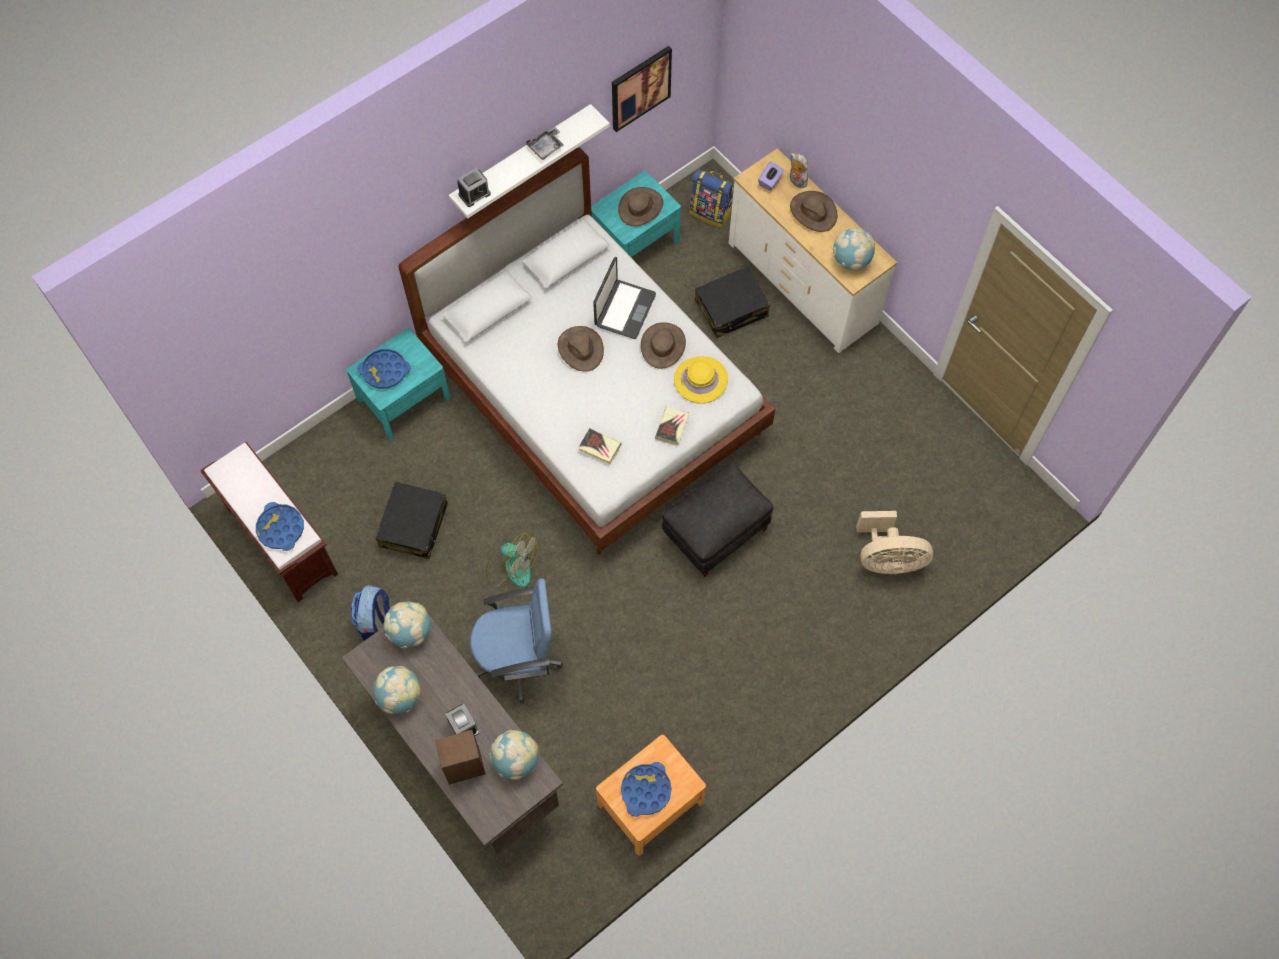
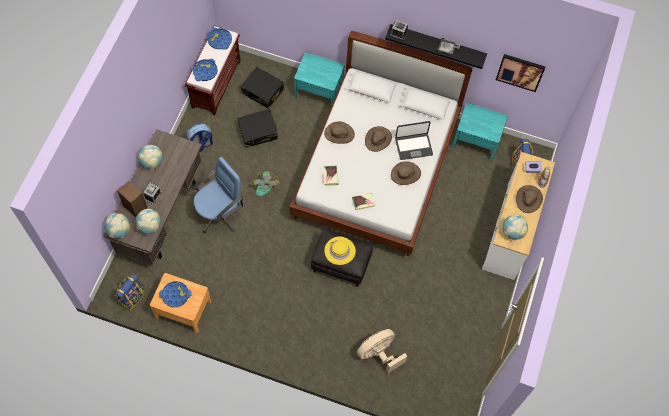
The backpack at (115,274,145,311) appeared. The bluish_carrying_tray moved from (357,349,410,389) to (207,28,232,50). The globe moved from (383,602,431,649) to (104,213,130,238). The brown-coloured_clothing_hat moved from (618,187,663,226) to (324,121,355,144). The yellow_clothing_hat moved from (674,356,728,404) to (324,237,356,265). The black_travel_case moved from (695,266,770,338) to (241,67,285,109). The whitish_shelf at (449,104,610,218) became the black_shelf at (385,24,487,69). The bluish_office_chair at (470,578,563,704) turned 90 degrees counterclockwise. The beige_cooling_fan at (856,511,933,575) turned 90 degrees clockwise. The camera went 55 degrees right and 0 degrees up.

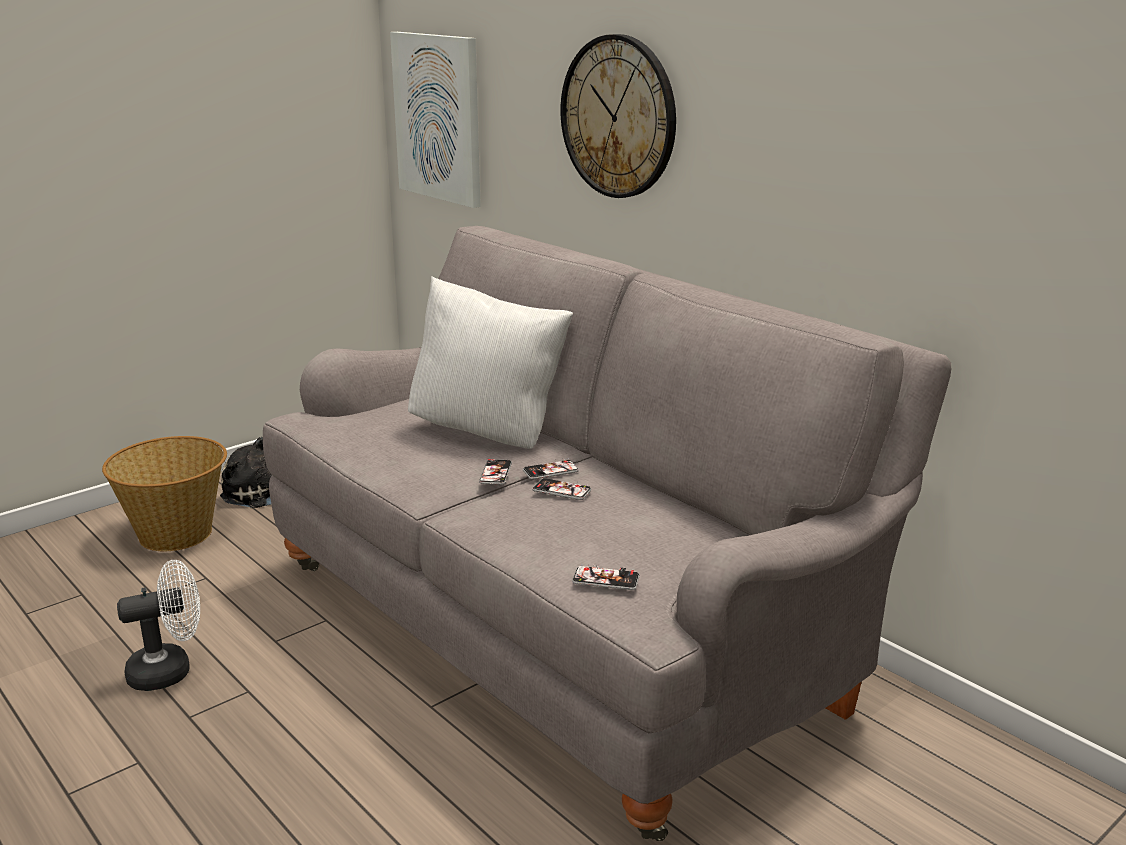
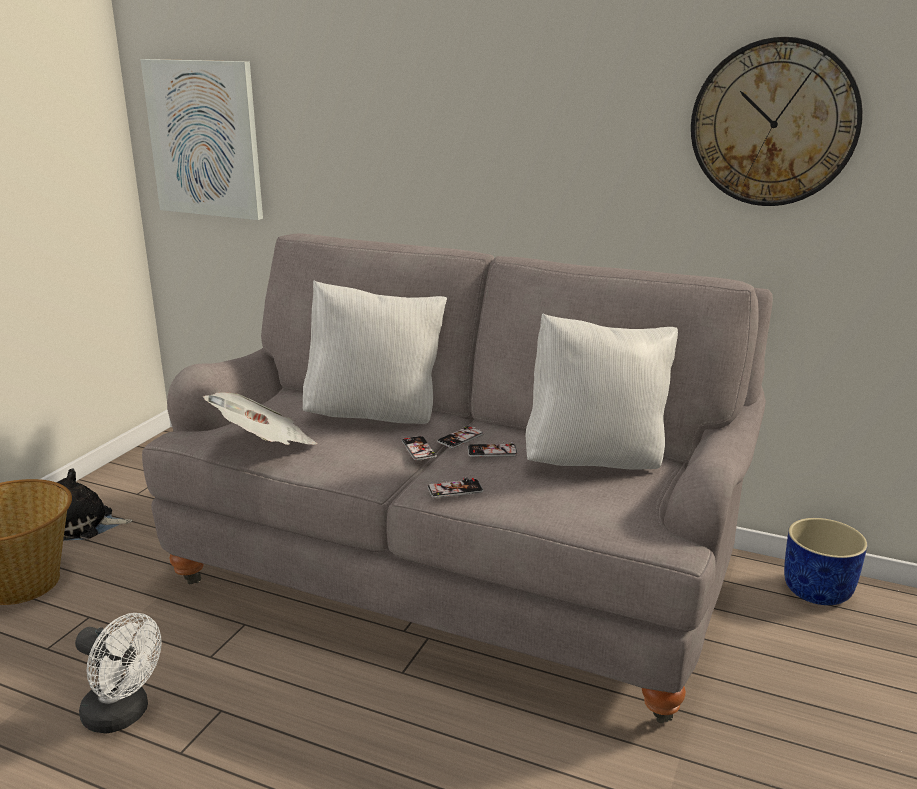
The daily_paper at (203,392,317,445) appeared. The whitish_pillow at (526,313,678,469) appeared. The bluish_planter at (784,518,868,605) appeared. The clock_on_the_wall moved from (561,34,676,198) to (691,37,863,206). The telephone moved from (572,564,640,590) to (427,477,483,498). The whitish_cooling_fan at (117,560,200,691) turned 75 degrees clockwise. The camera went 25 degrees left and 0 degrees up.

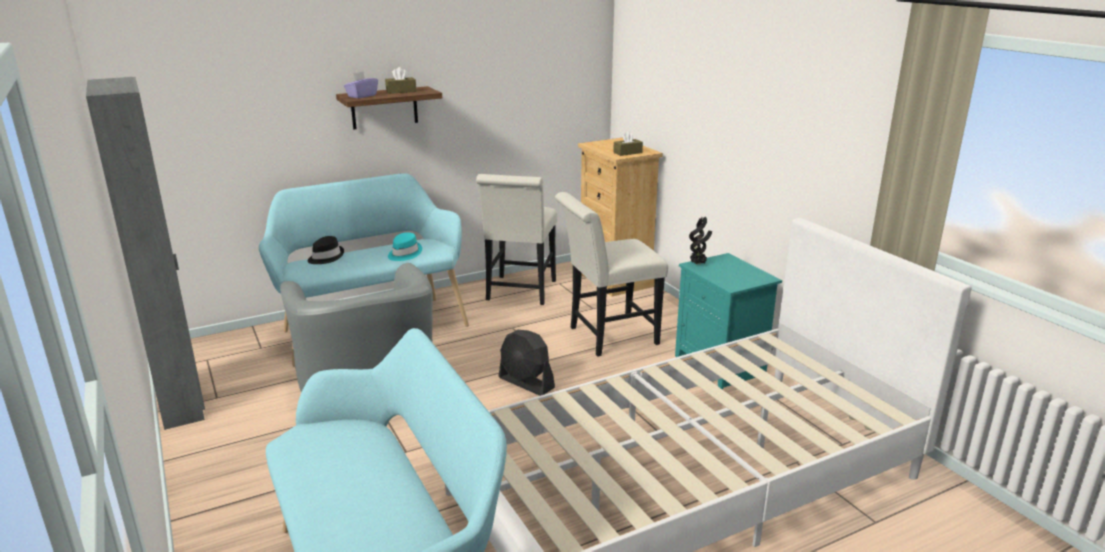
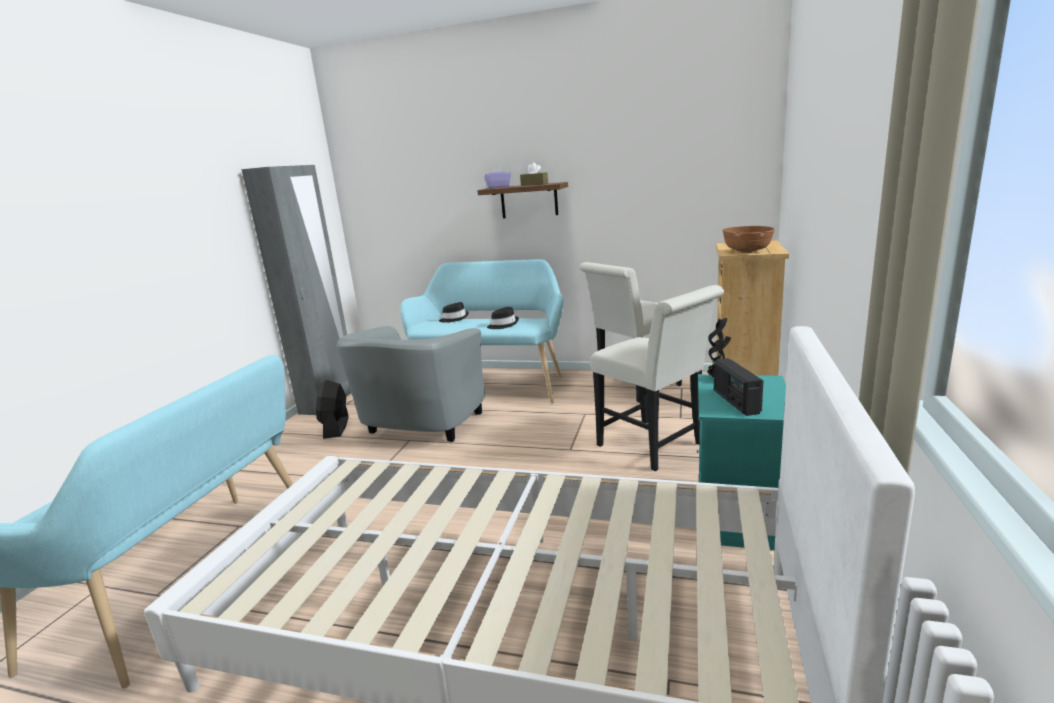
The radio at (714,358,763,416) appeared. The black_cooling_fan moved from (498,330,555,396) to (316,380,348,439). The brown-coloured_tissue_box at (613,131,643,156) was replaced by the brown-coloured_serving_bowl at (722,226,775,253). The turquoise-coloured_clothing_hat at (388,232,422,261) became the black_clothing_hat at (487,307,519,329). The whitish_plain_chair at (555,192,668,357) turned 150 degrees counterclockwise. The camera went 45 degrees right and 5 degrees down.

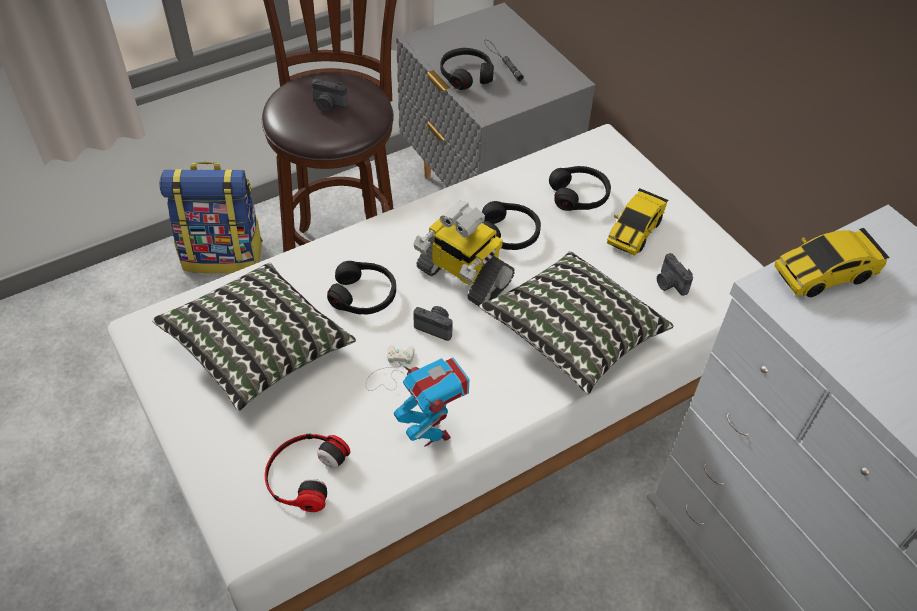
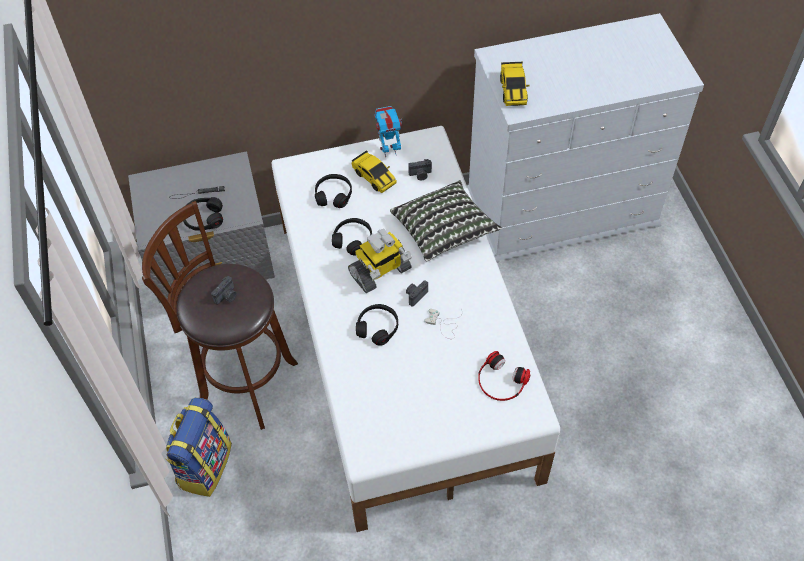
The pillow at (152,262,356,411) disappeared. The model_robot moved from (394,357,470,447) to (374,106,402,157). The camera went 70 degrees left and 5 degrees up.

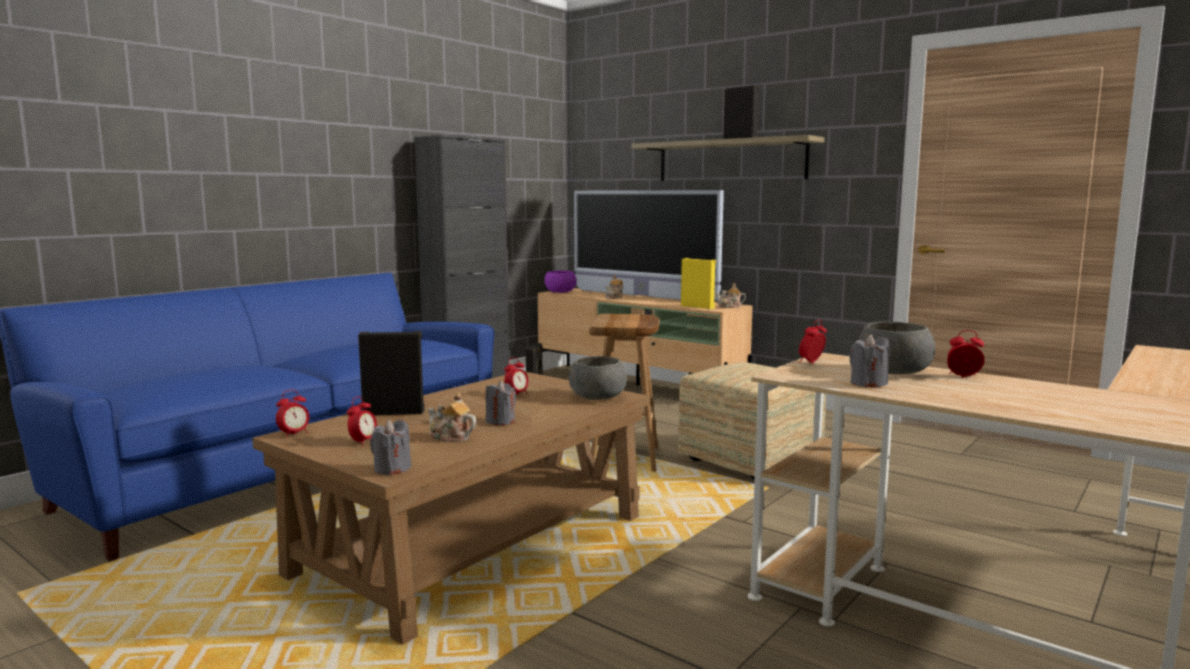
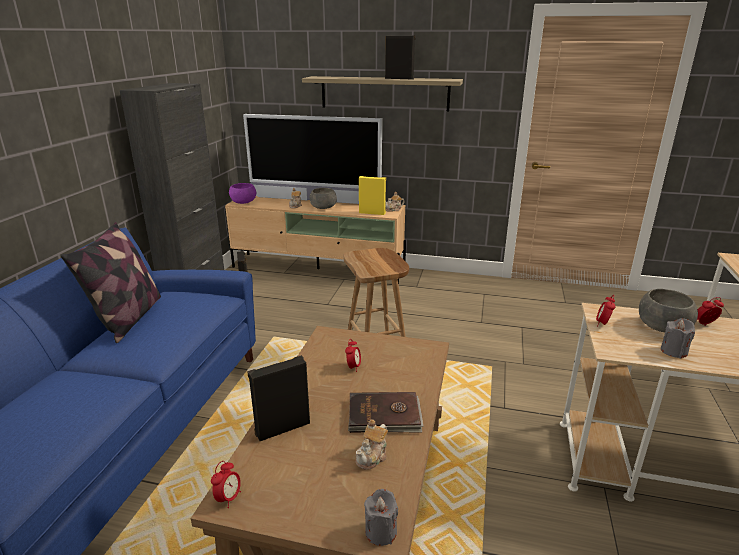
The bedside_clock at (347,396,377,446) disappeared. The pouffe at (678,362,826,480) disappeared. The pillow at (61,222,161,343) appeared. The gray_serving_bowl moved from (569,356,627,400) to (310,188,337,209). The gray_candle at (485,380,516,425) was replaced by the brown-coloured_volume at (348,392,424,433). The pot_for_tea at (427,393,476,442) turned 60 degrees counterclockwise. The camera went 25 degrees left and 15 degrees up.

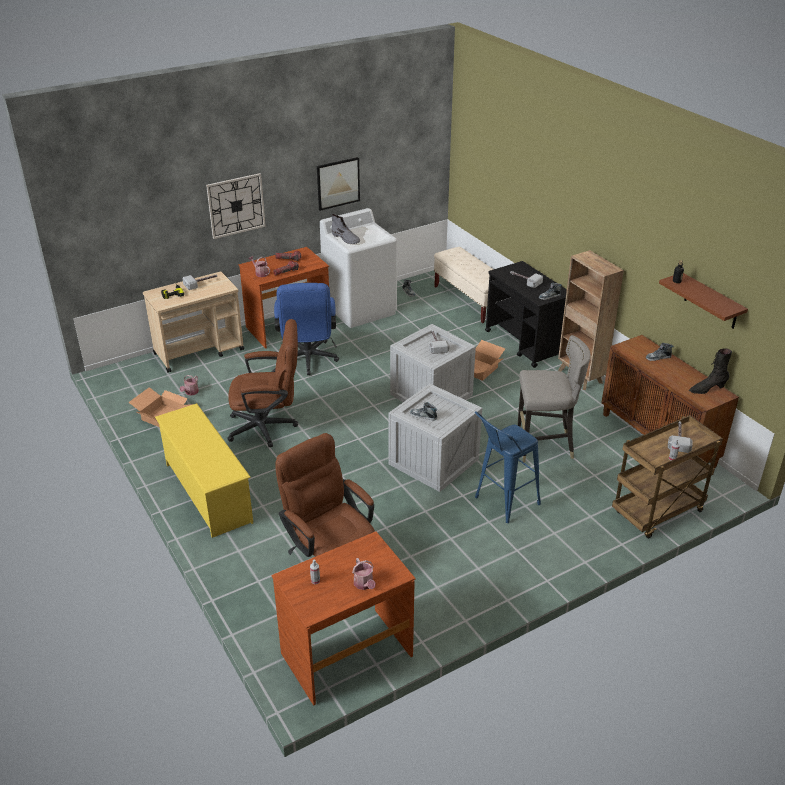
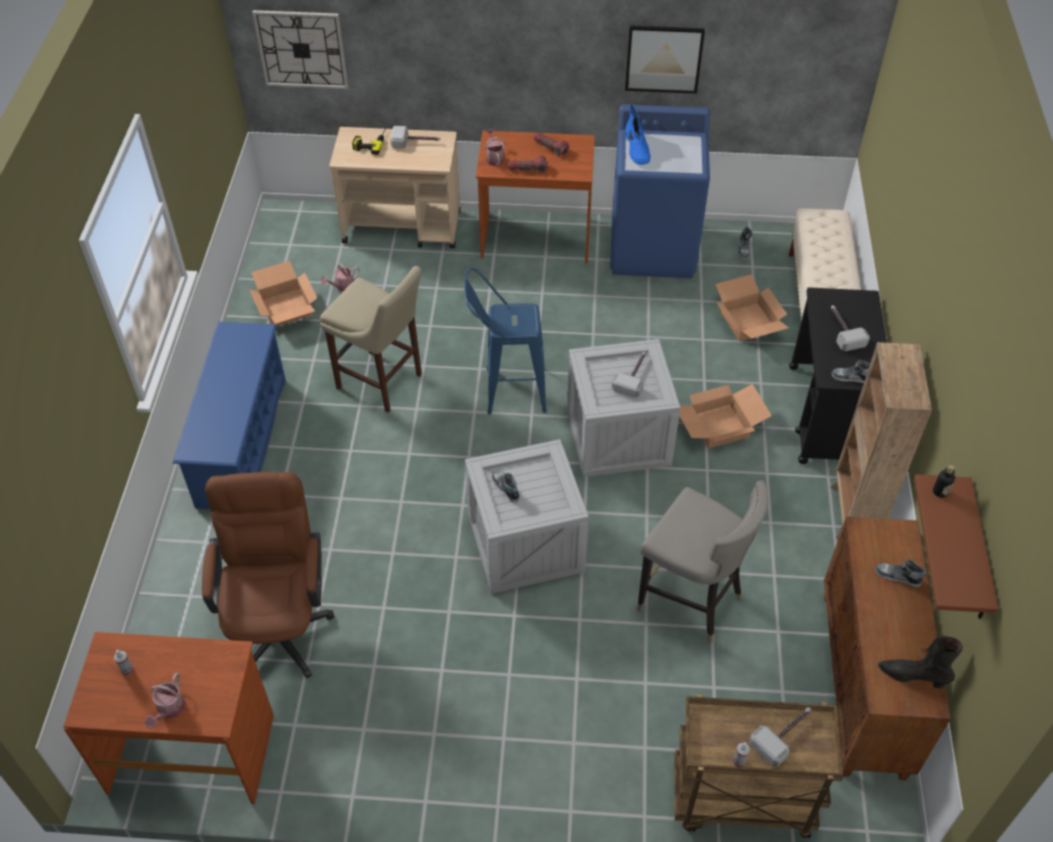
The bluish_office_chair at (274,283,339,375) disappeared. The cardboard_box at (715,274,789,341) appeared. The clock_on_the_wall moved from (206,173,266,239) to (252,10,348,89). The bluish_stool_seat moved from (475,411,541,523) to (464,268,547,415). The brown-coloured_office_chair at (227,319,298,447) was replaced by the beige_stool_seat at (320,266,422,413). The yellow_shoe_shelf at (155,403,253,538) became the bluish_shoe_shelf at (173,322,286,509). The whitish_washing_machine at (320,208,397,328) became the bluish_washing_machine at (610,104,710,278). The gray_tall_boot at (332,214,360,244) became the bluish_tall_boot at (625,104,651,165). The camera went 35 degrees right and 15 degrees up.

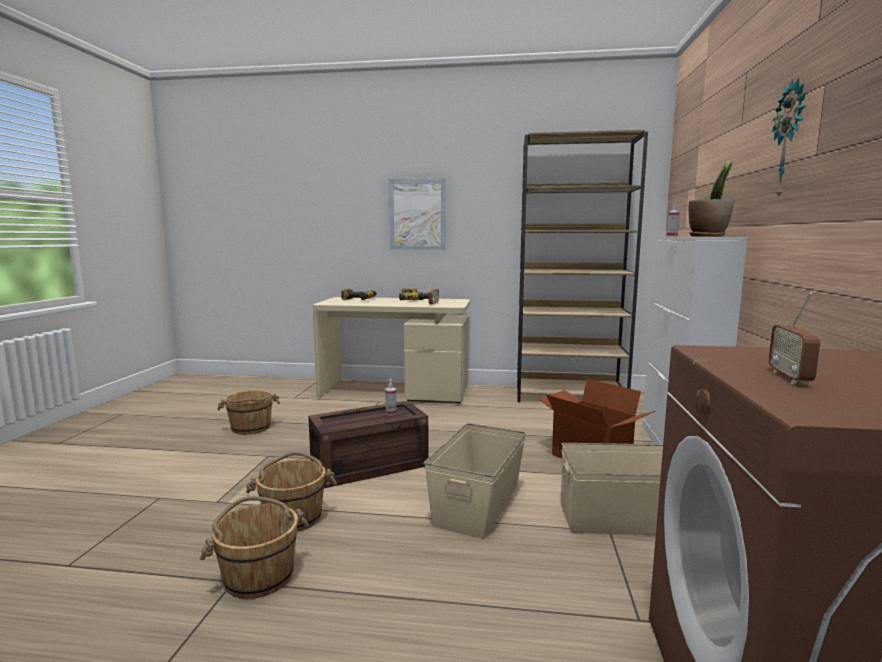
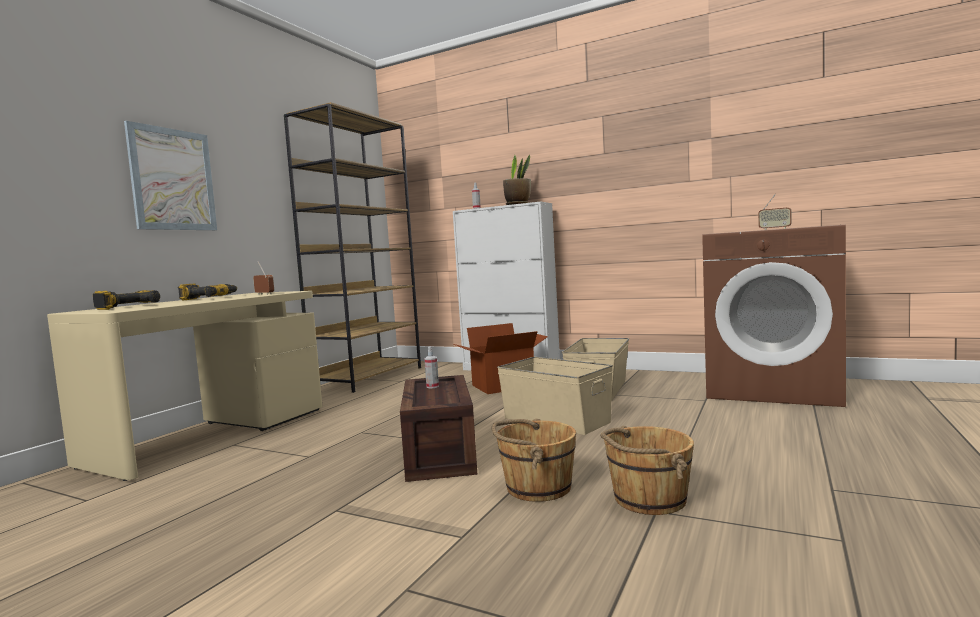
The brown-coloured_bucket at (217,390,280,435) disappeared. The clock_on_the_wall at (772,78,806,199) disappeared. The camera went 70 degrees left and 5 degrees down.

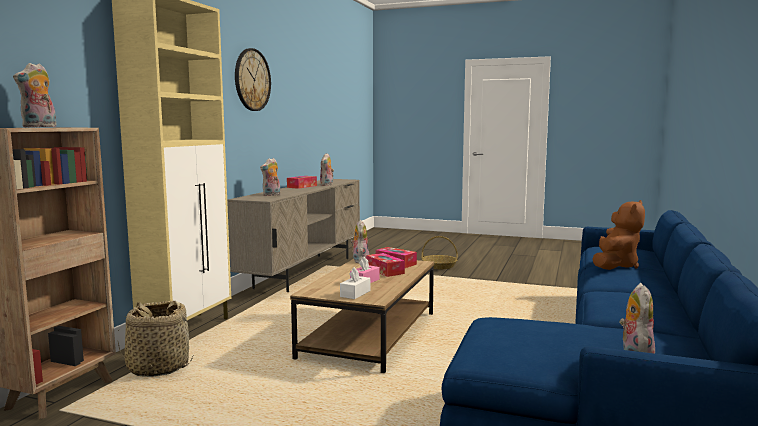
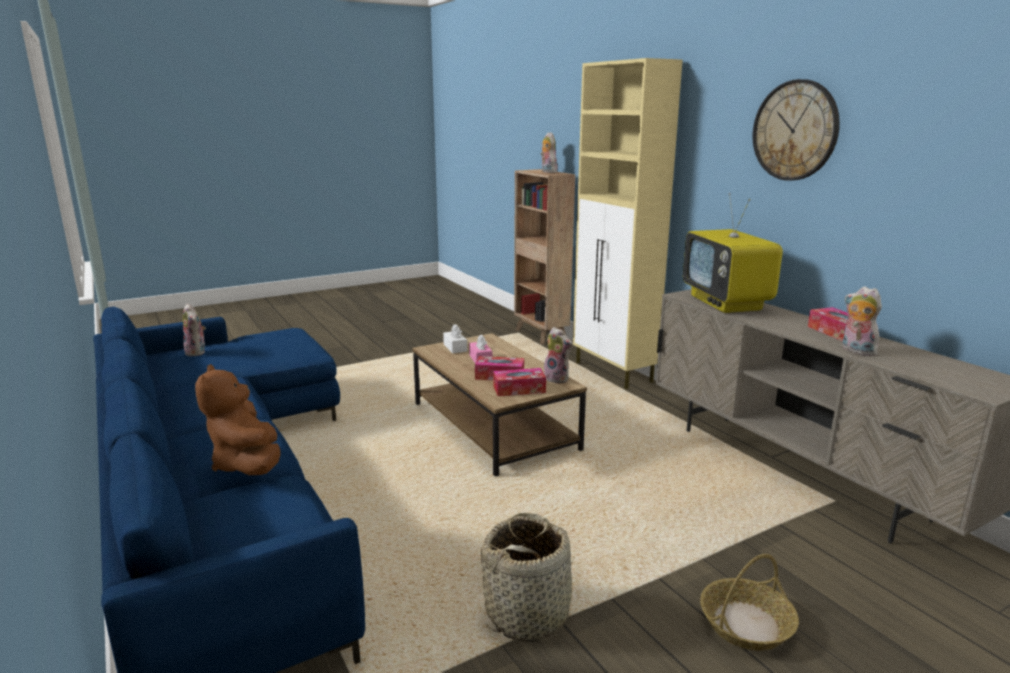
The basket moved from (118,301,193,377) to (481,513,575,642). The plush_toy at (260,158,280,196) was replaced by the TV at (683,193,783,313). The camera went 130 degrees right and 10 degrees up.

